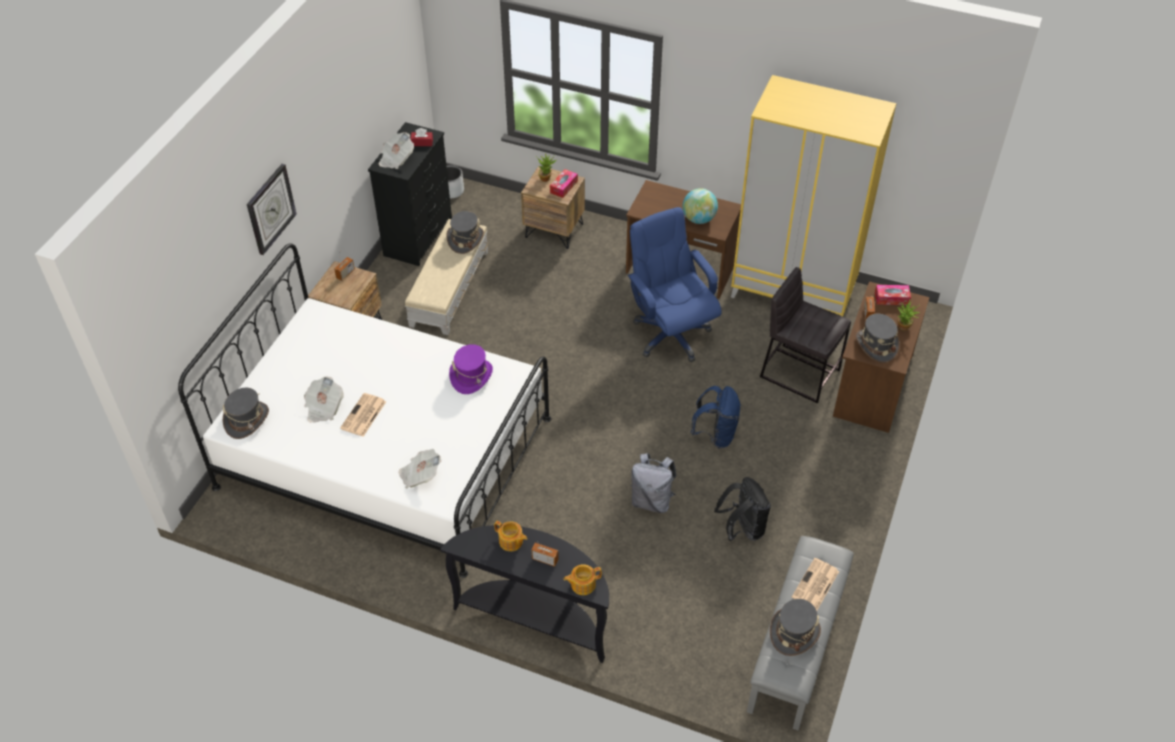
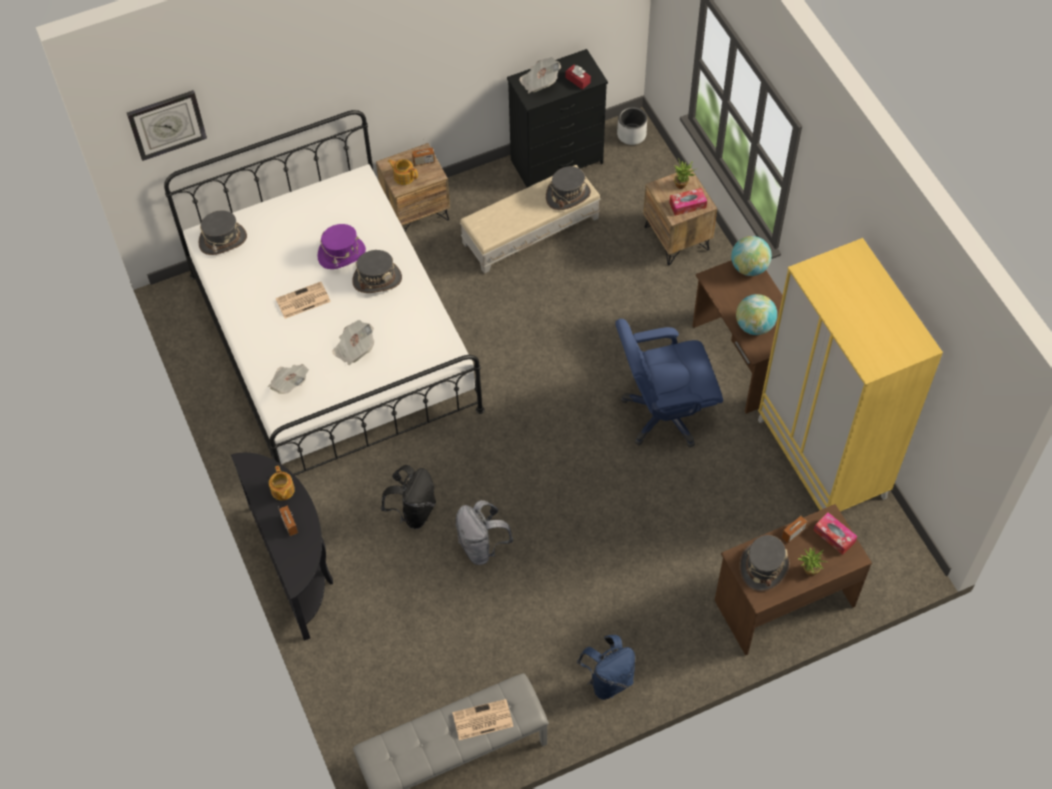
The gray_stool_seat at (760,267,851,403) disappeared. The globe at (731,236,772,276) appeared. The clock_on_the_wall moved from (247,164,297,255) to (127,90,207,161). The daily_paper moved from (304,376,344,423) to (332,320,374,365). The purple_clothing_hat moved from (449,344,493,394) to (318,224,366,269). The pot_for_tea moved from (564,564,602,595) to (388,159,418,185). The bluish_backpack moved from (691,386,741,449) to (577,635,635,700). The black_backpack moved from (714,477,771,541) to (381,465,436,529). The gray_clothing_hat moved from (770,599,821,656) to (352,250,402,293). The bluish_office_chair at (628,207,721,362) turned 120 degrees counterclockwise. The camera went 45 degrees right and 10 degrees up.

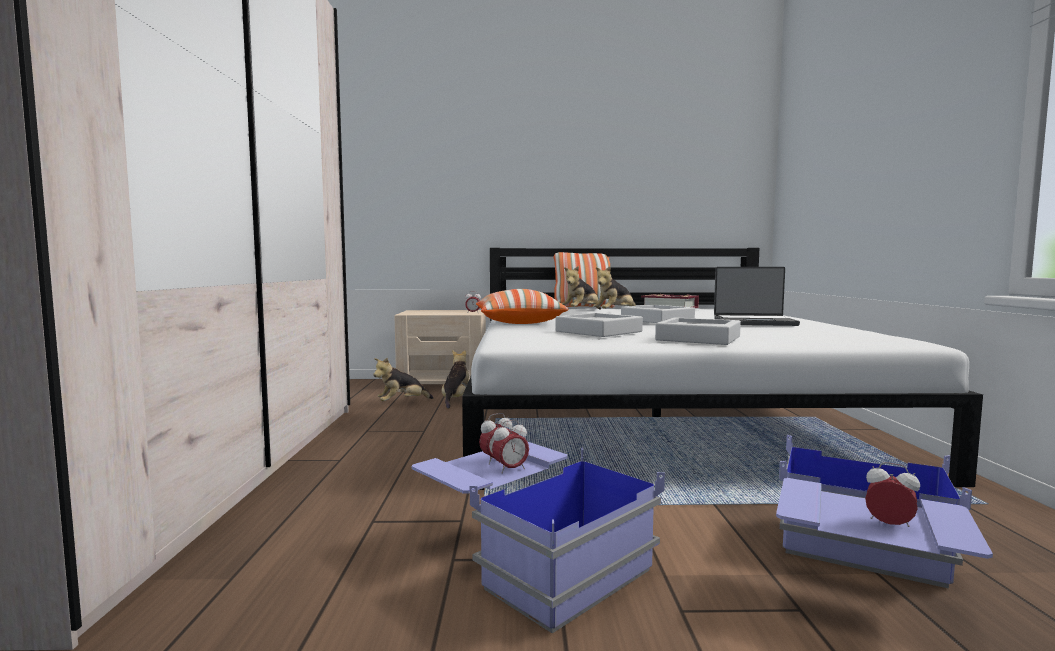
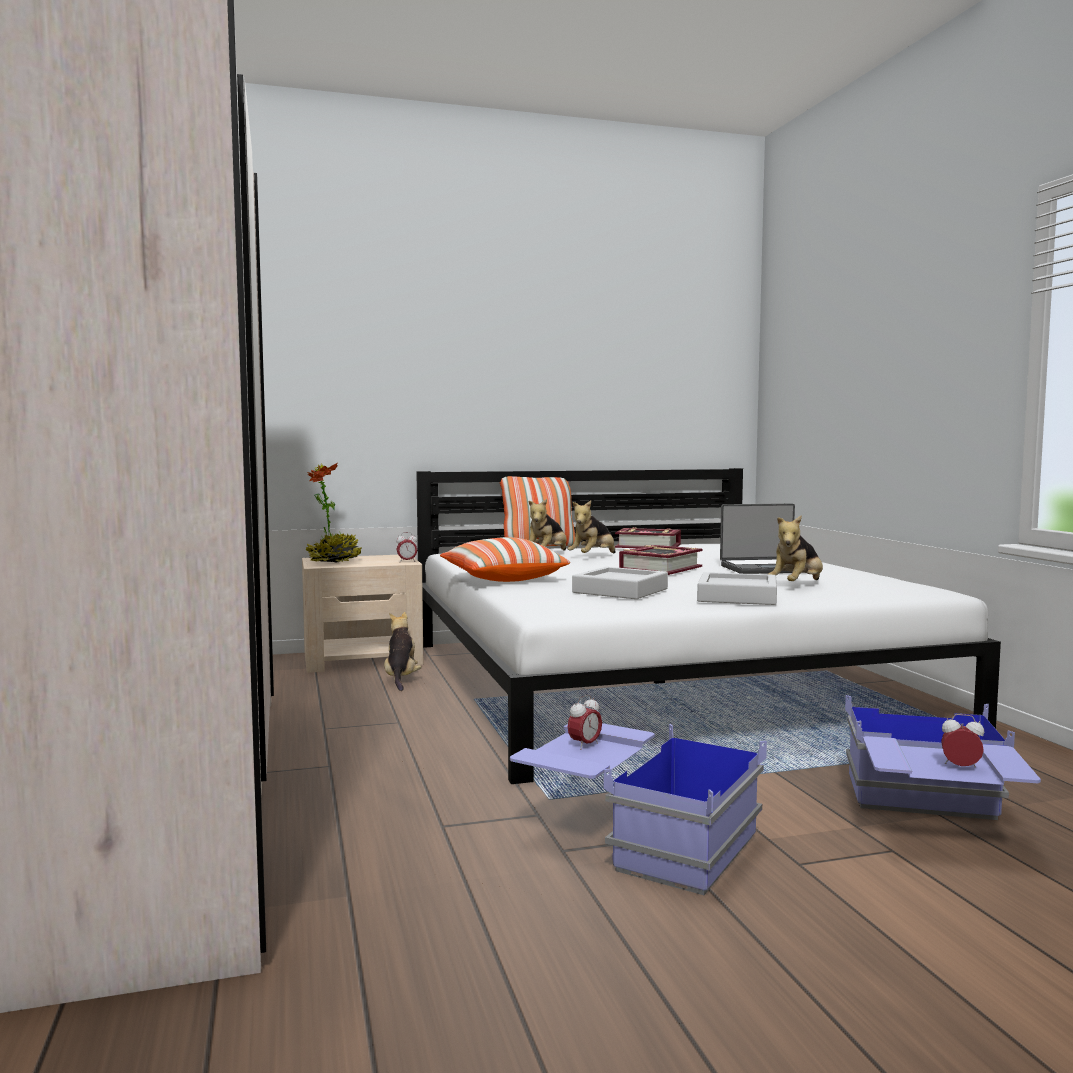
The bedside_clock at (492,420,529,474) disappeared. The houseplant at (306,463,362,563) appeared. The plush_toy moved from (373,358,433,401) to (768,515,823,581). The gray_carrying_tray at (621,305,695,323) was replaced by the volume at (619,545,703,575). The camera went 15 degrees left and 0 degrees up.

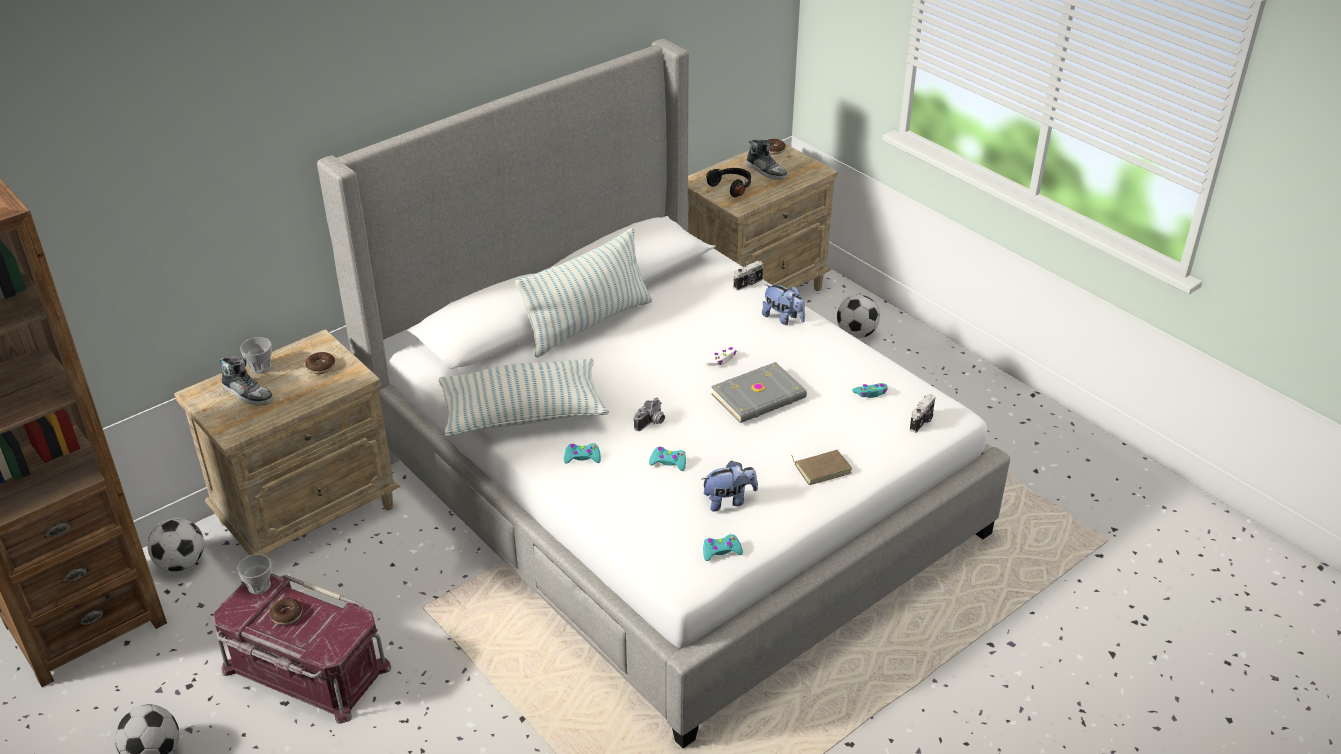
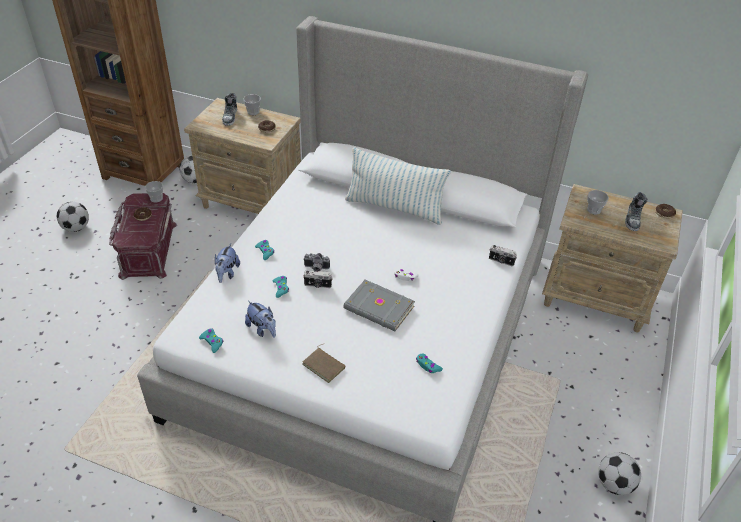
The pillow at (439,358,609,437) disappeared. The plush_toy moved from (762,284,805,325) to (215,244,240,283). The football moved from (837,295,880,338) to (598,452,641,495). The photo_camera moved from (910,394,936,433) to (303,271,333,288). The black_pair_of_headphones at (706,168,751,197) was replaced by the small_cup at (587,190,609,215). The camera went 60 degrees right and 5 degrees up.

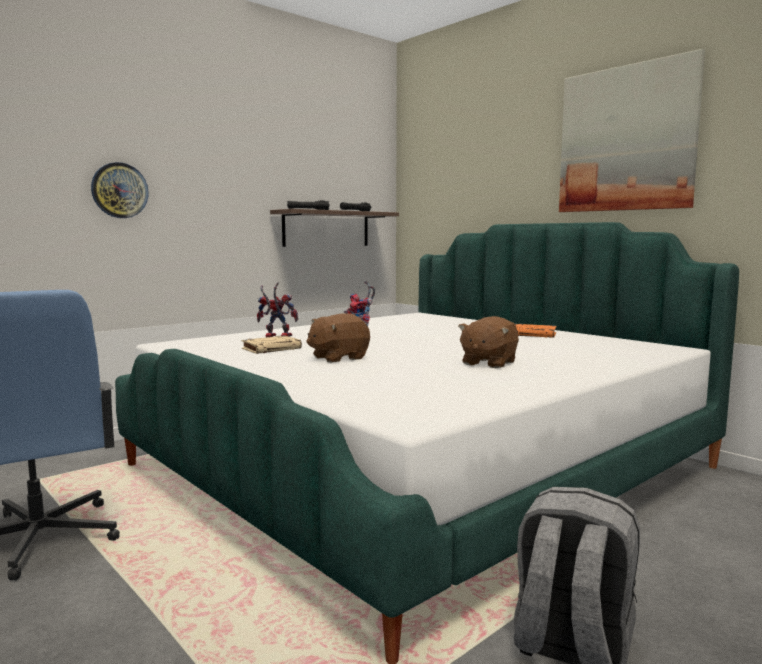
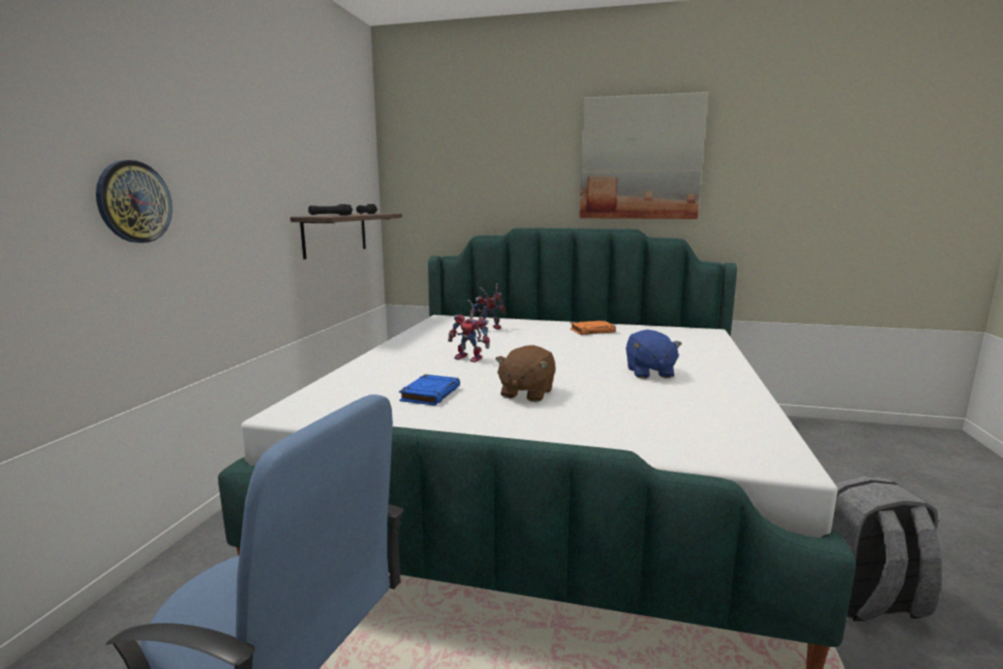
The model_robot moved from (257,282,298,337) to (469,283,505,331). The beige_volume at (241,335,302,354) became the bluish_volume at (399,374,460,406). The brown-coloured_plush_toy at (458,316,519,368) became the bluish_plush_toy at (626,329,682,378). The camera went 35 degrees left and 5 degrees up.

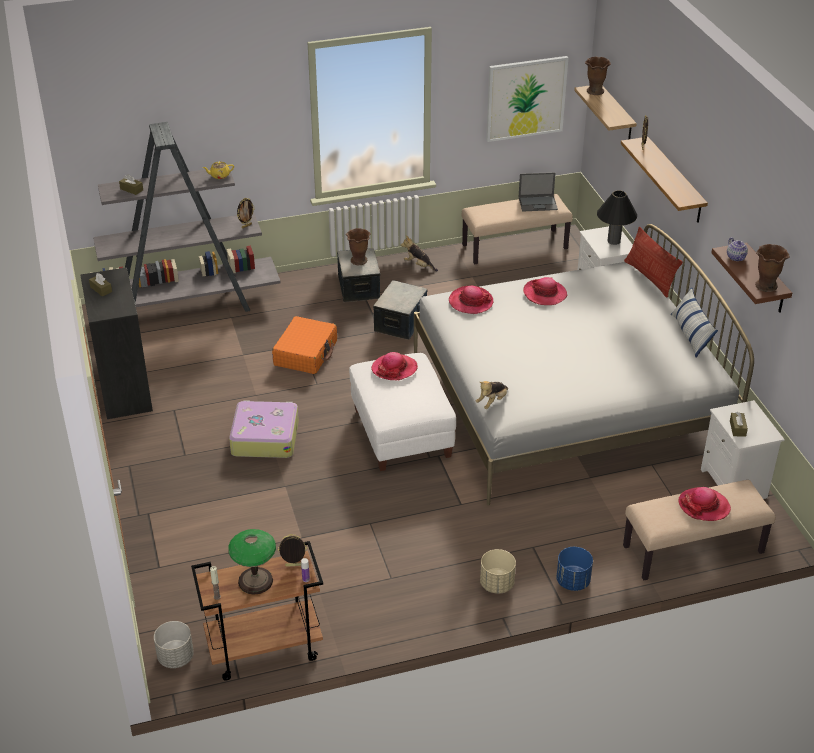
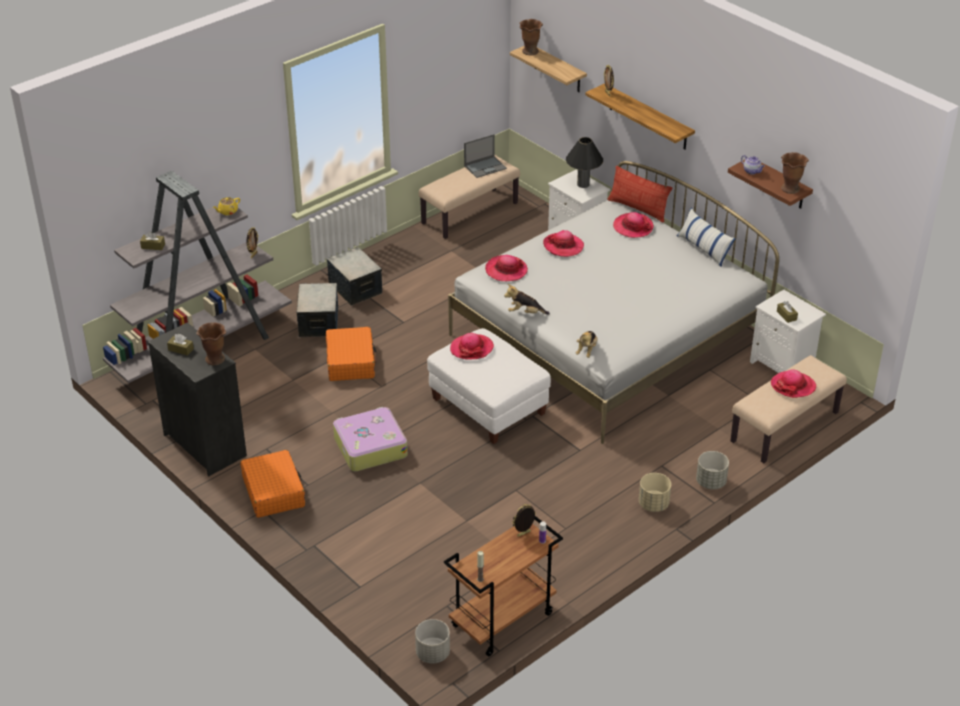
The lamp_for_a_table at (228,529,276,595) disappeared. The picture at (486,56,568,142) disappeared. The orange-coloured_travel_case at (240,450,305,518) appeared. The clothing_hat at (613,212,654,238) appeared. The brown-coloured_vase moved from (346,228,371,265) to (196,322,226,365). The storage_box moved from (373,280,428,340) to (296,283,339,337). The plush_toy moved from (401,235,438,272) to (504,284,550,314). The bluish_planter at (556,547,593,591) became the gray_planter at (696,451,729,489). The camera went 25 degrees left and 0 degrees up.

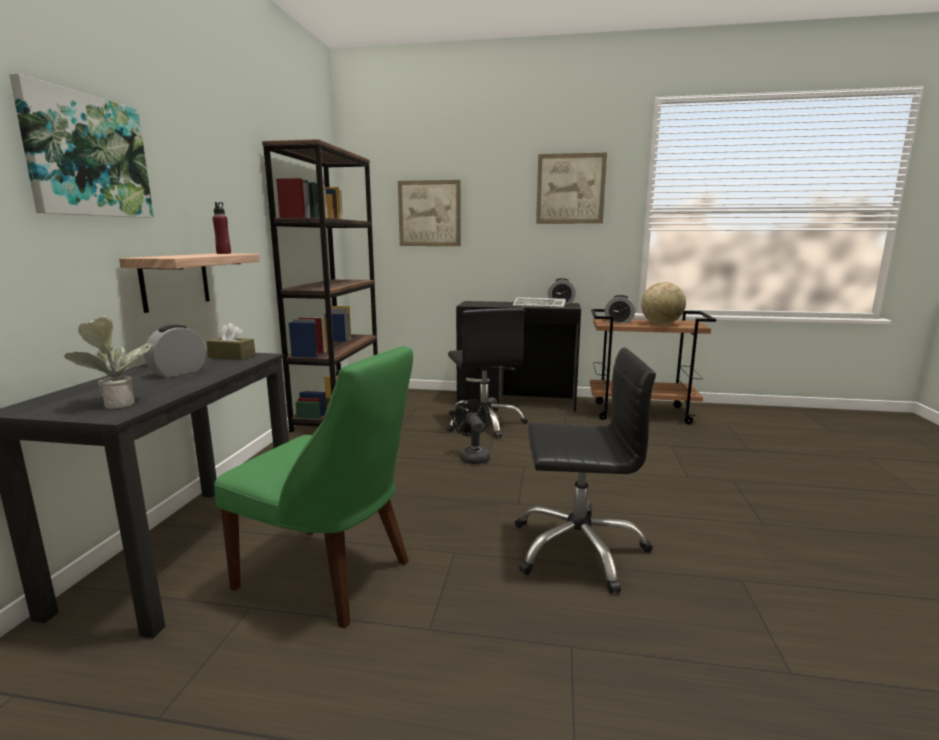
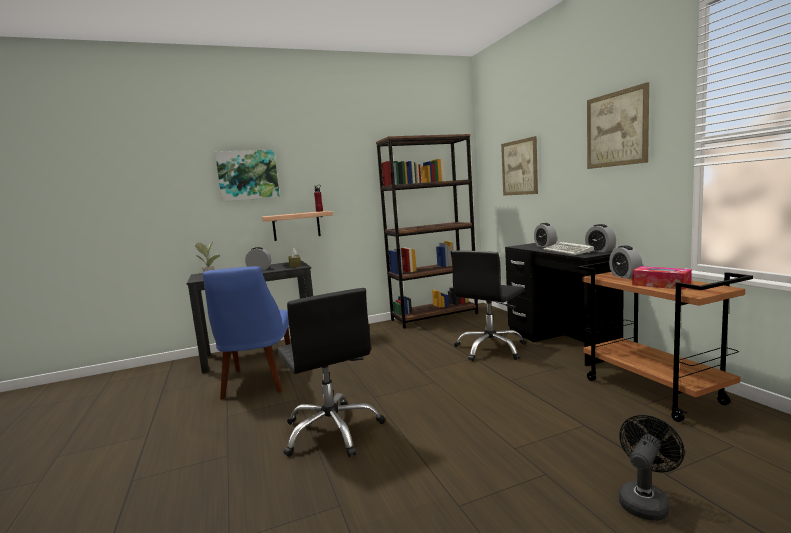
The bedside_clock at (534,223,557,247) appeared. The black_cooling_fan moved from (453,399,490,464) to (619,415,685,521). The globe at (641,282,686,325) was replaced by the tissue_box at (632,266,692,290). The greenish_plain_chair at (214,346,413,628) became the bluish_plain_chair at (203,266,290,400). The camera went 60 degrees right and 5 degrees down.

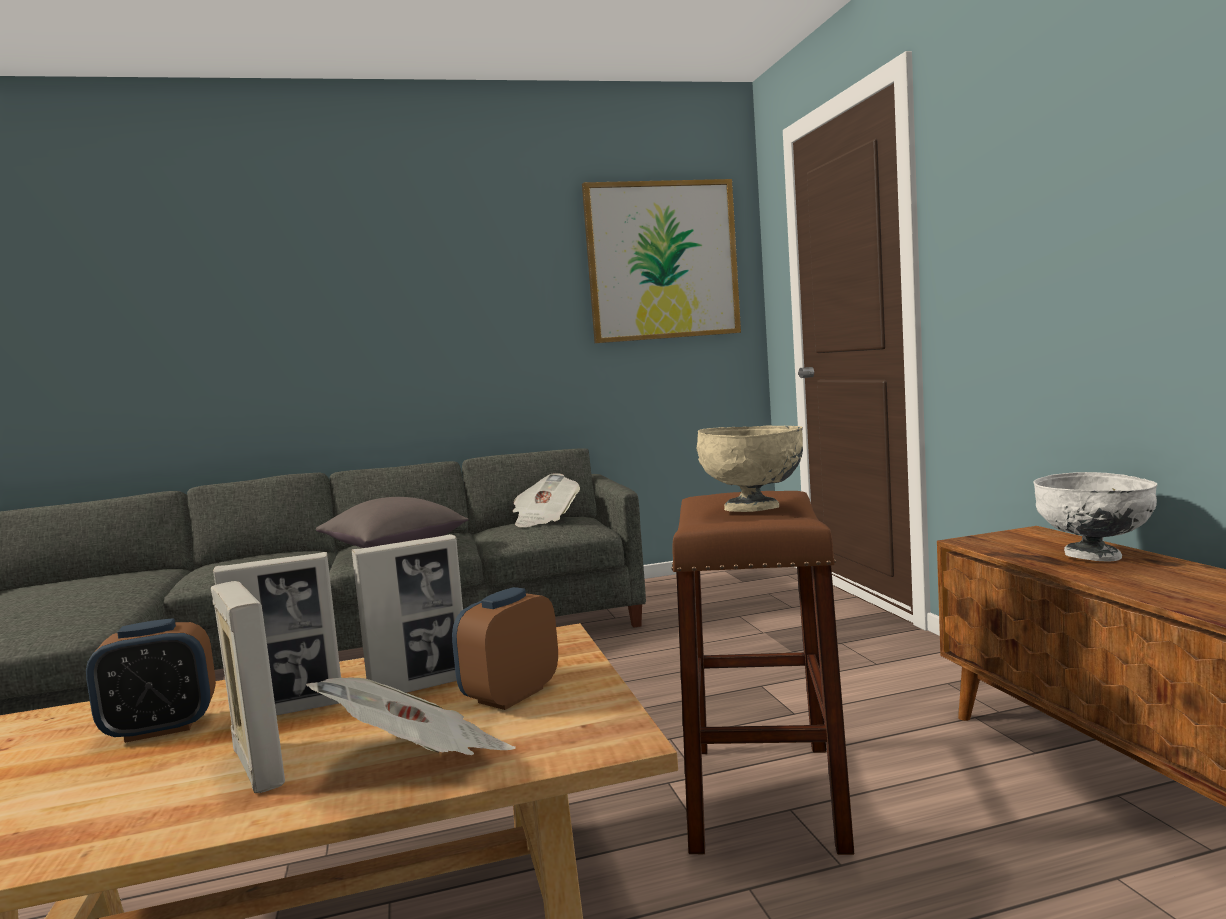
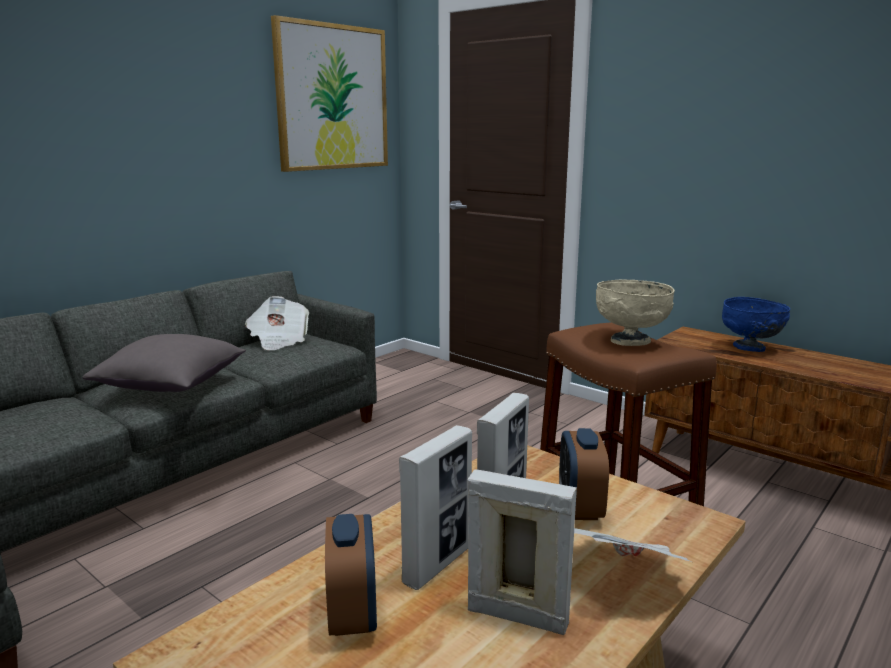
The whitish_serving_bowl at (1033,472,1157,562) became the bluish_serving_bowl at (722,297,790,352). The bedside_clock at (86,619,216,743) turned 45 degrees counterclockwise. The camera went 35 degrees left and 10 degrees up.

